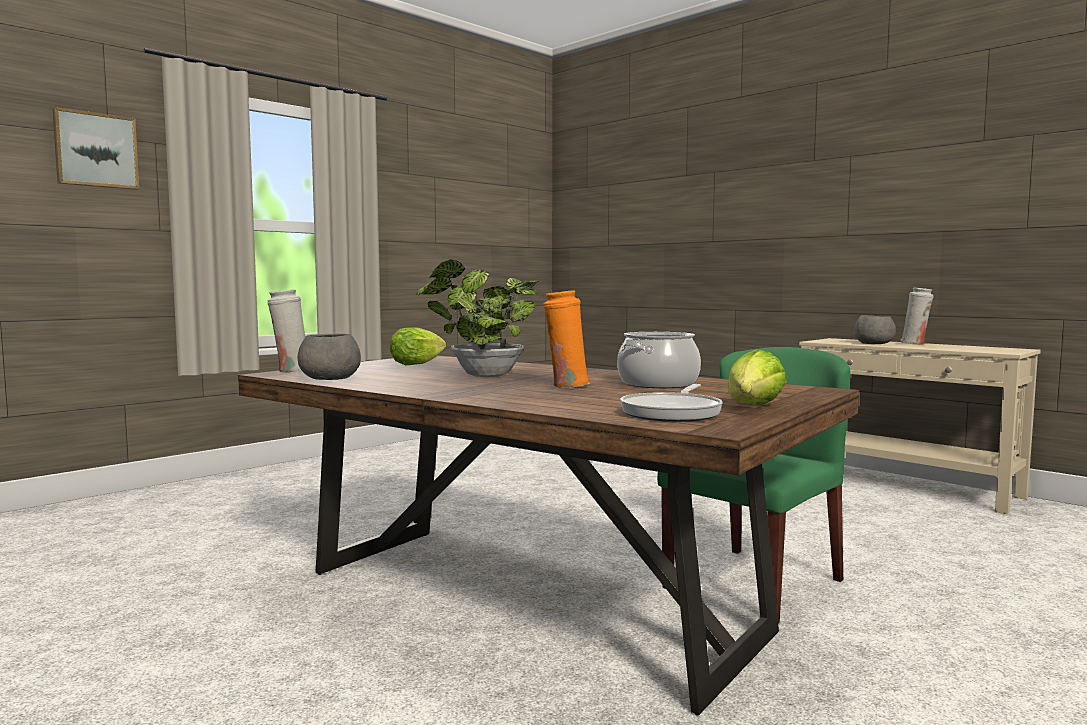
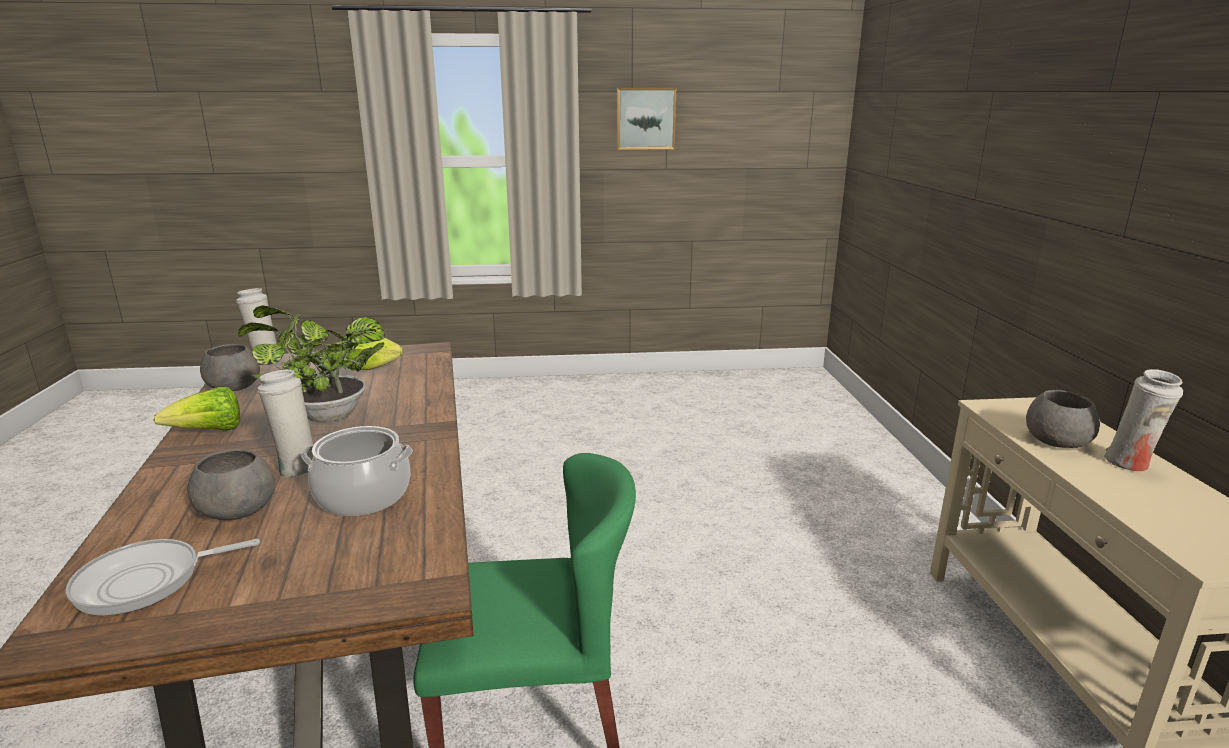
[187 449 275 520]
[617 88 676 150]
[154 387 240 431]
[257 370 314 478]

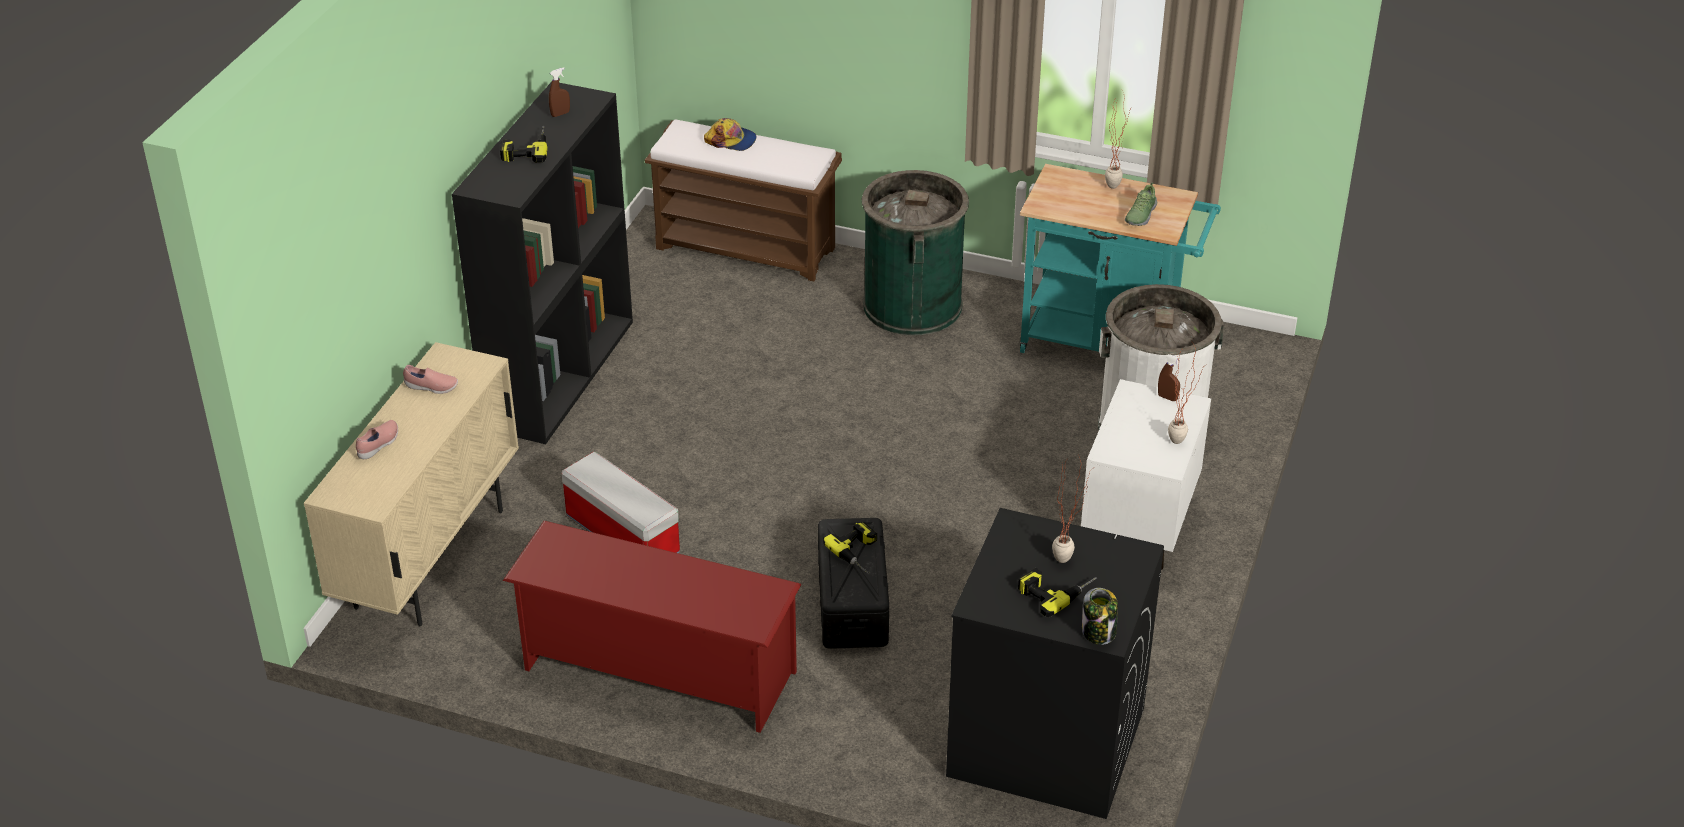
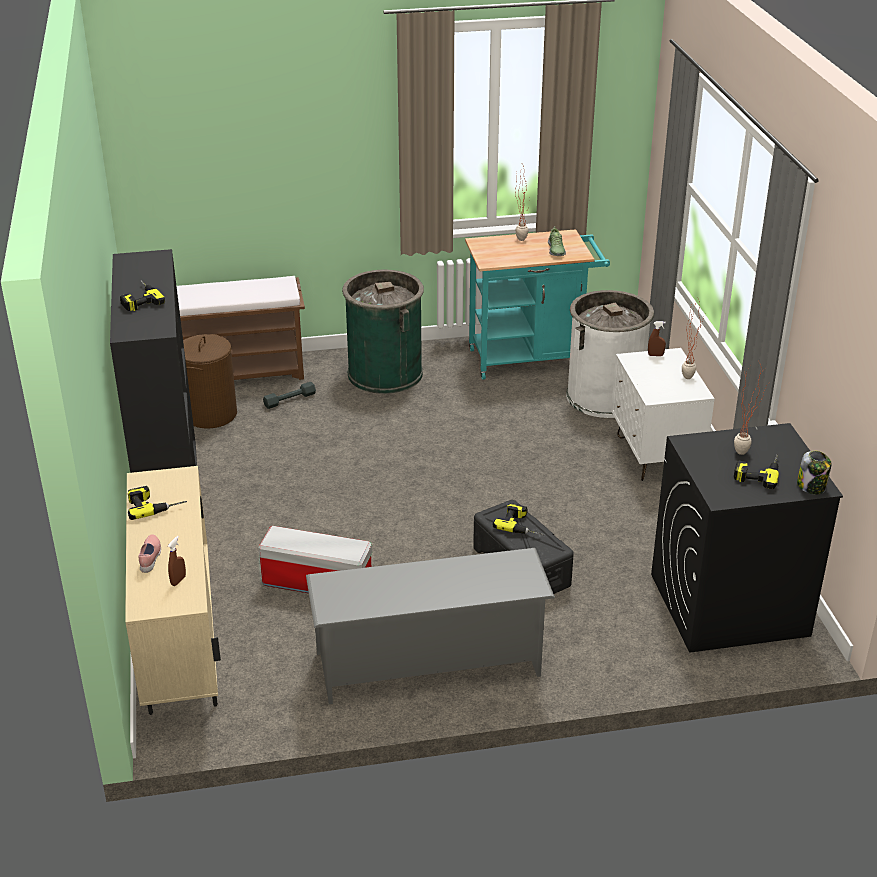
[704 118 756 151] (first image)
[183 334 237 429]
[263 382 316 409]
[168 536 186 586]
[128 486 187 520]
[306 548 555 704]

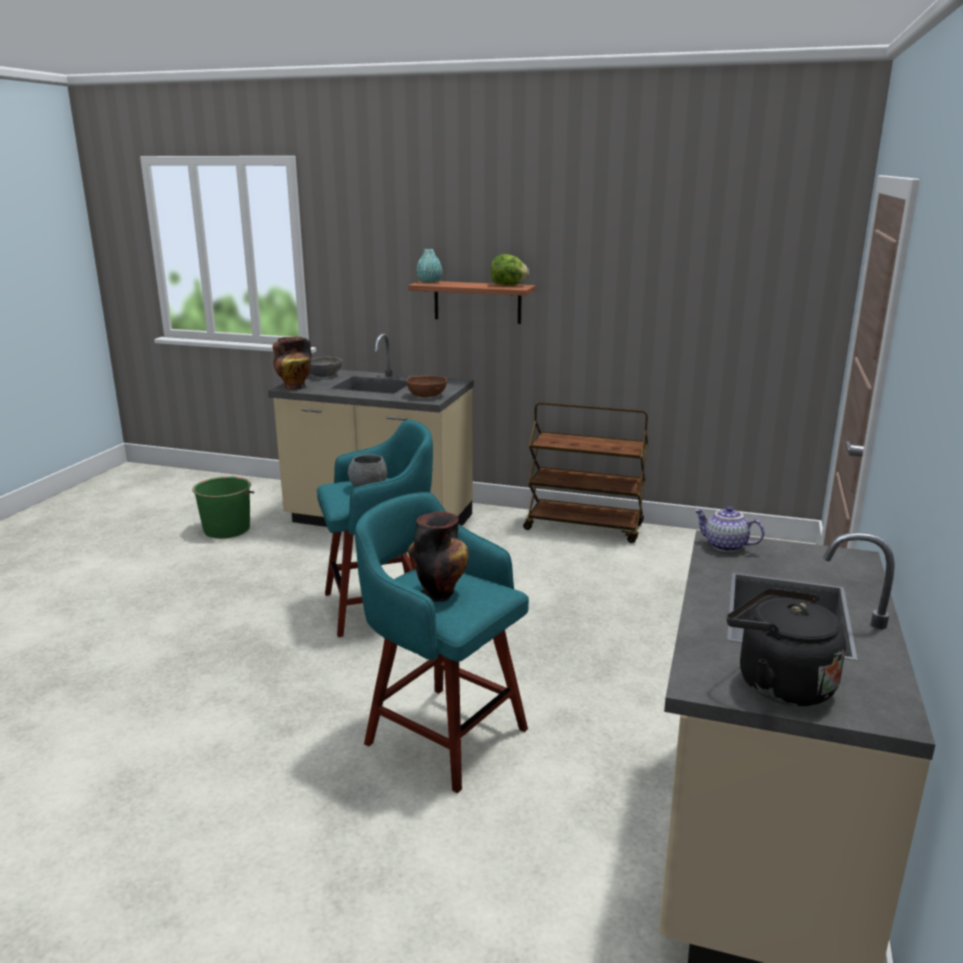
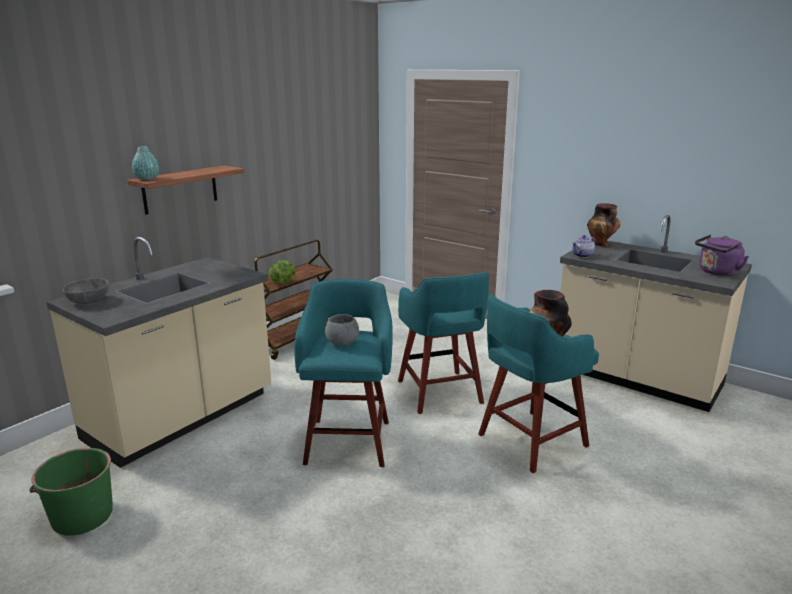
[406 376 447 398] (first image)
[398 272 489 414]
[587 203 621 246]
[268 260 296 284]
[695 235 749 276]

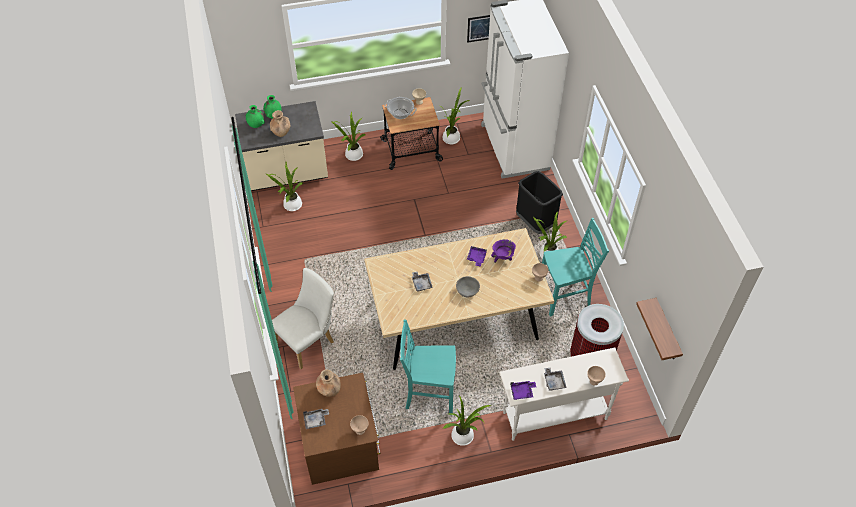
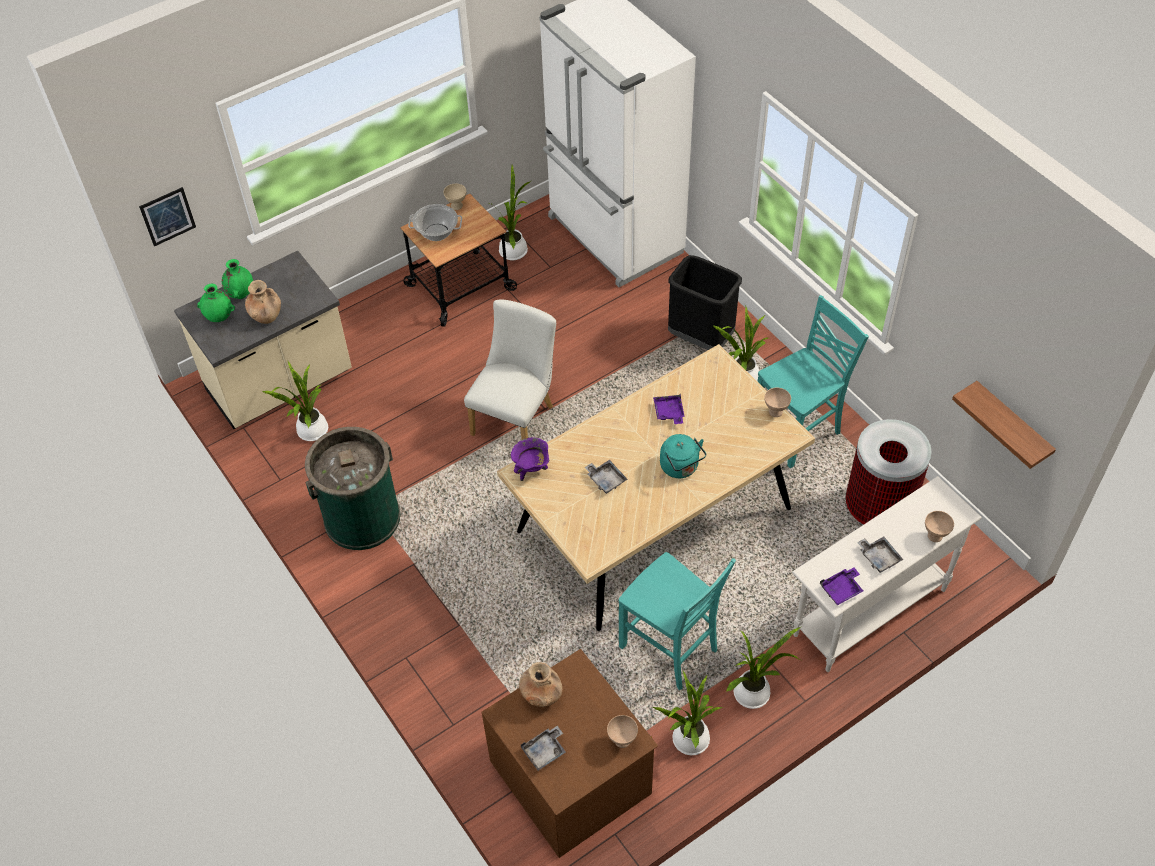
[305 427 401 550]
[464 300 556 440]
[652 671 723 755]
[139 187 196 247]
[511 438 550 481]
[660 434 706 478]
[619 552 736 690]

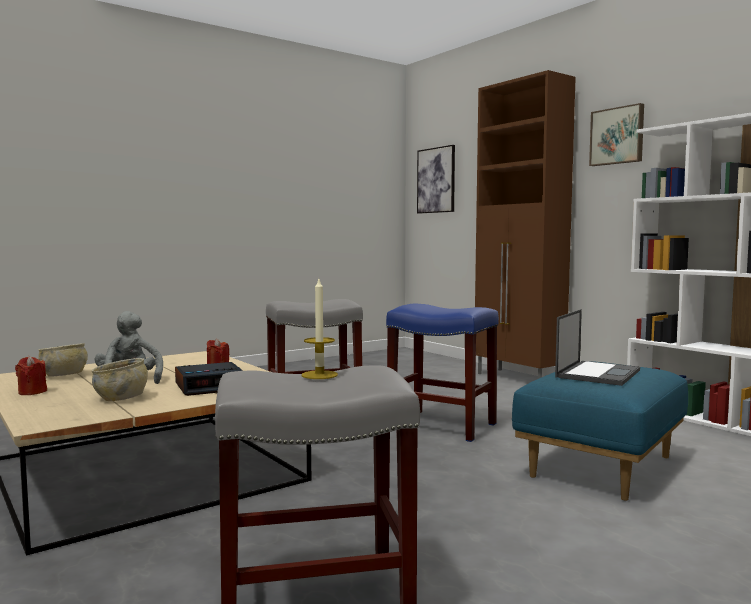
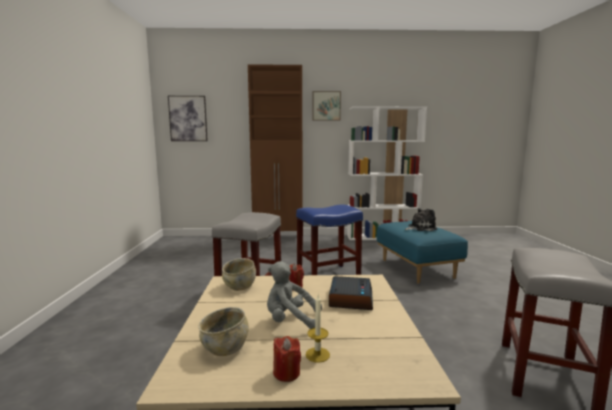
[222 258 256 291]
[306 295 330 363]
[405 208 437 231]

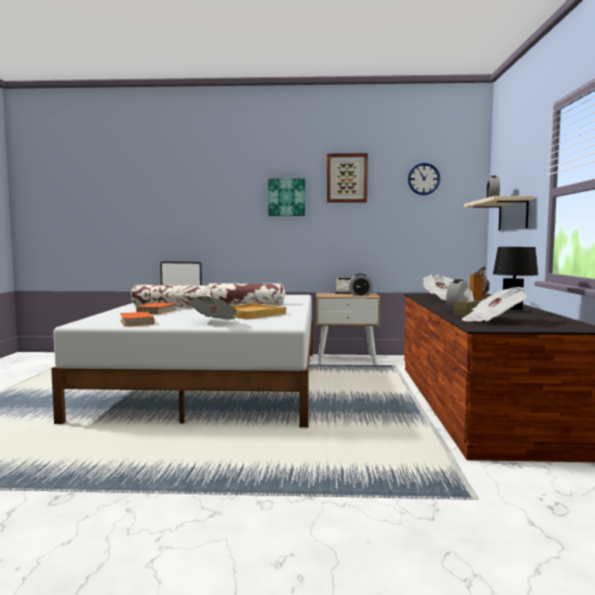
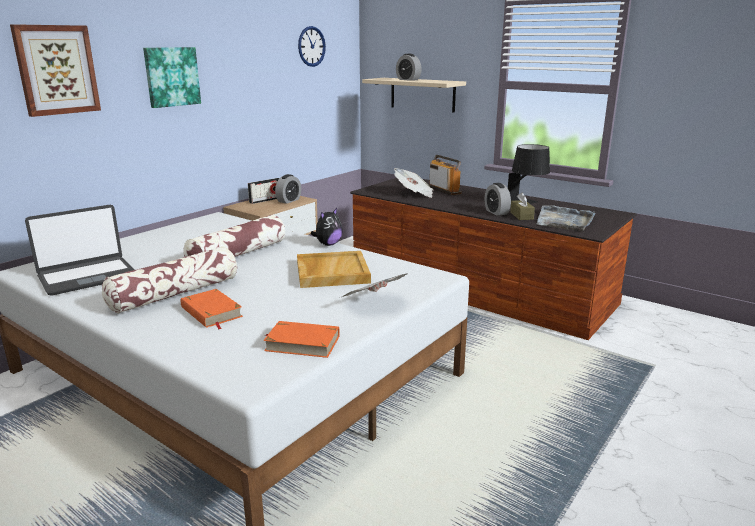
[311 208 343 246]
[10 24 101 117]
[537 205 596 231]

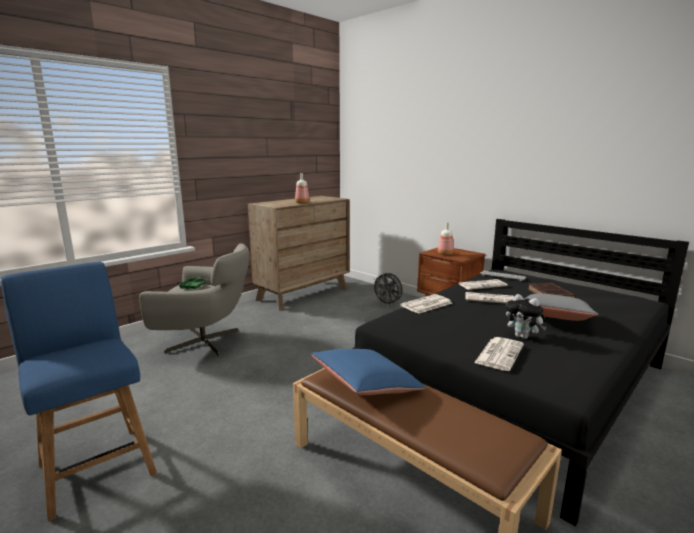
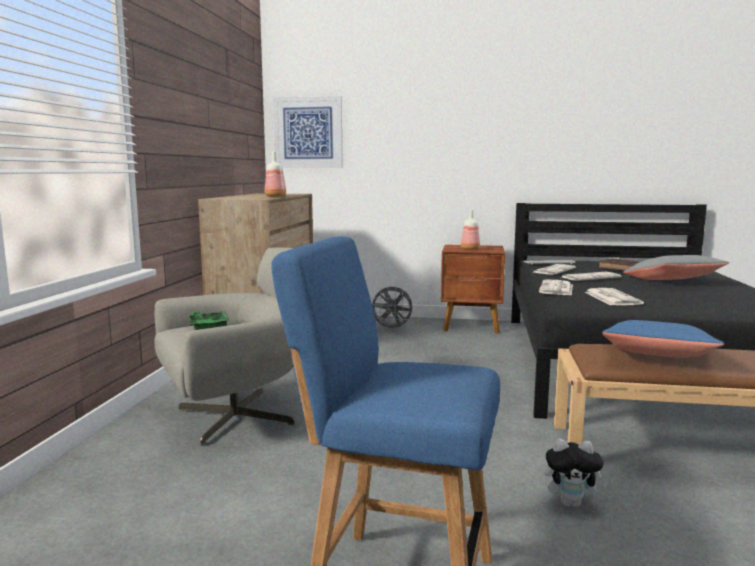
[273 96 343 168]
[585 288 644 305]
[544 439 609 507]

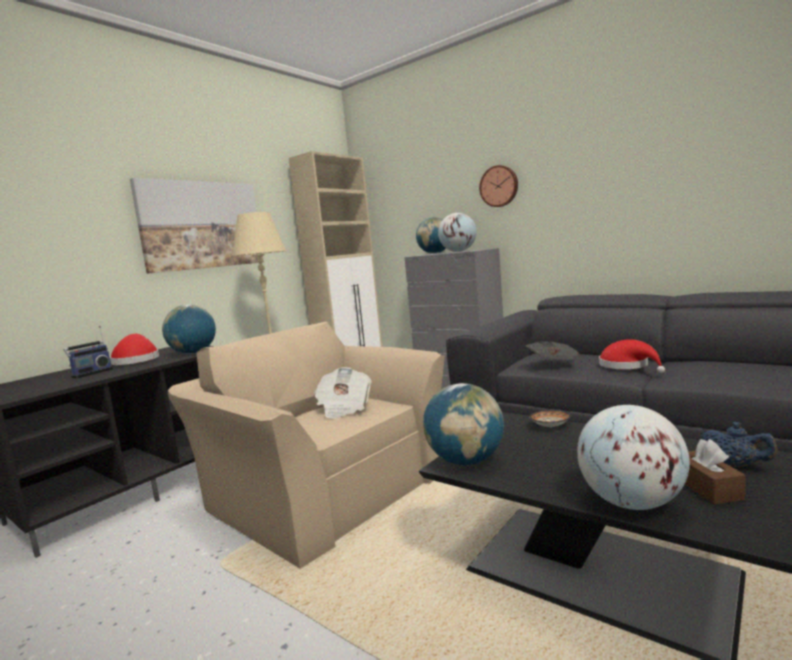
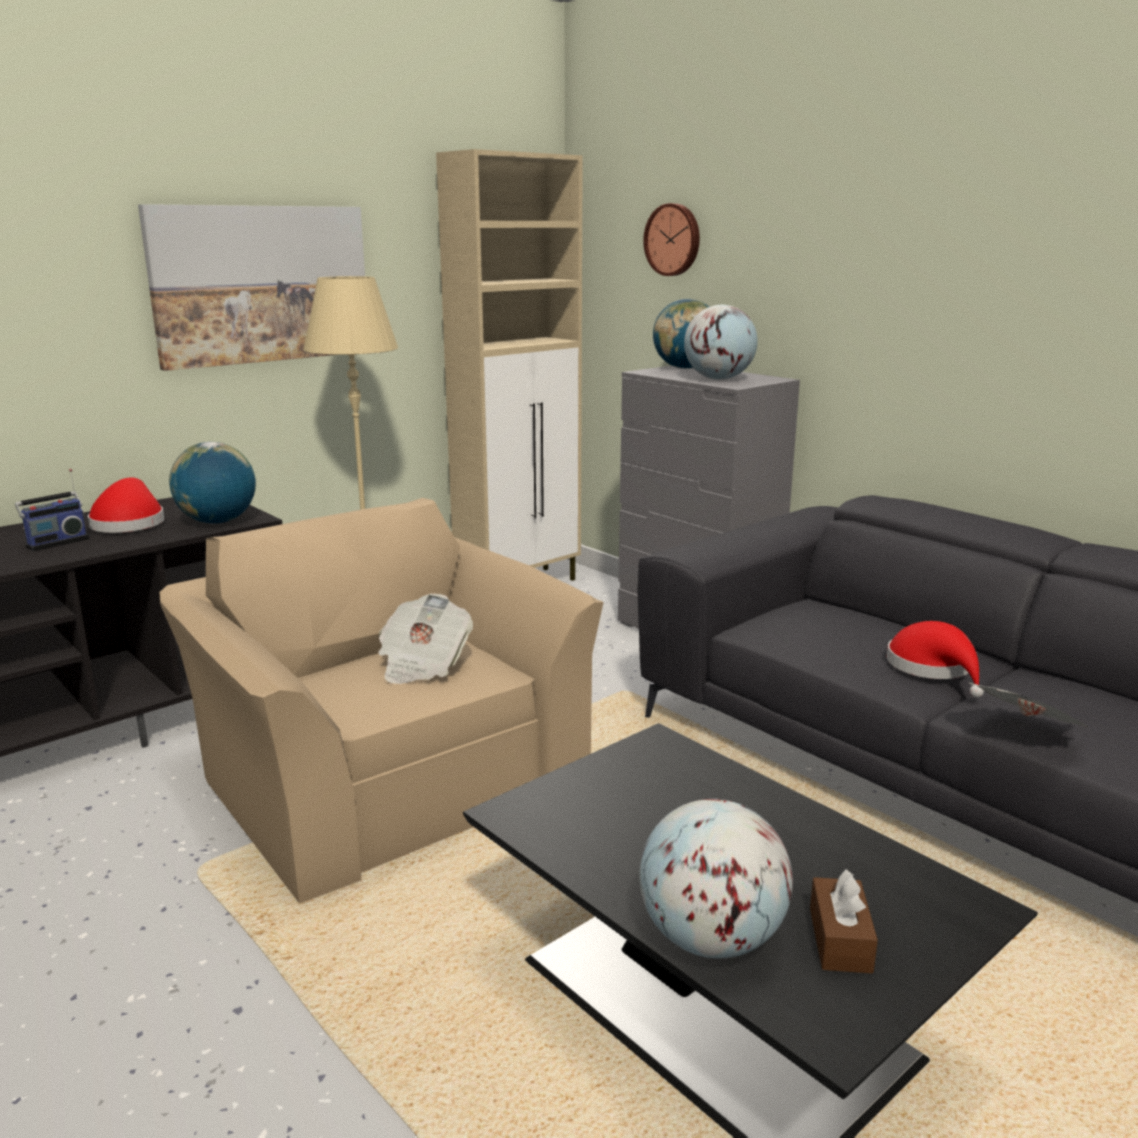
[423 383 504 465] (first image)
[529 410 571 427] (first image)
[701 422 778 467] (first image)
[643 203 700 276]
[970 683 1088 728]

